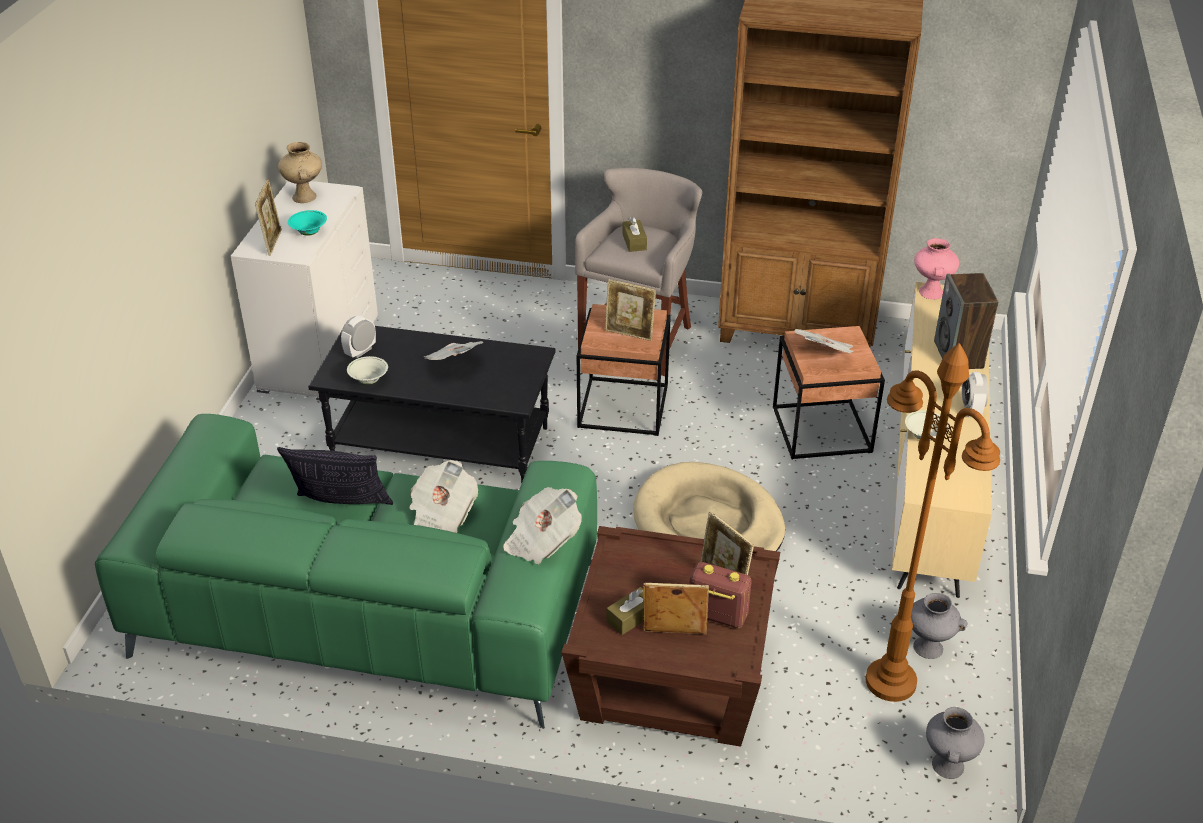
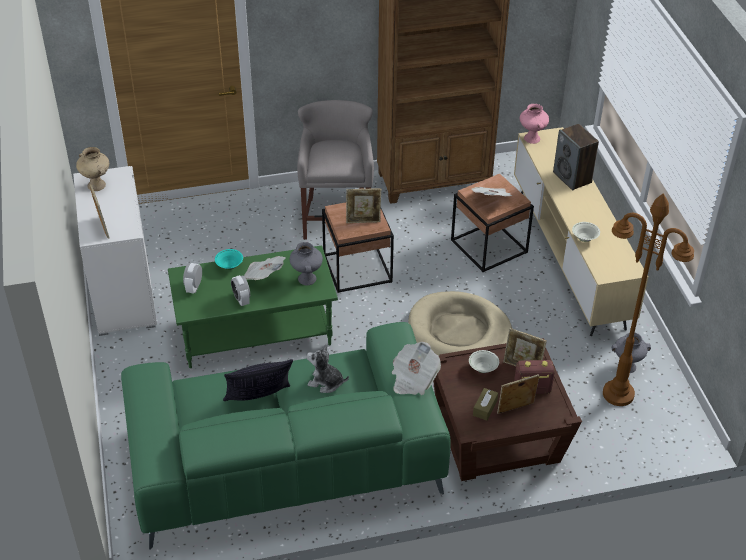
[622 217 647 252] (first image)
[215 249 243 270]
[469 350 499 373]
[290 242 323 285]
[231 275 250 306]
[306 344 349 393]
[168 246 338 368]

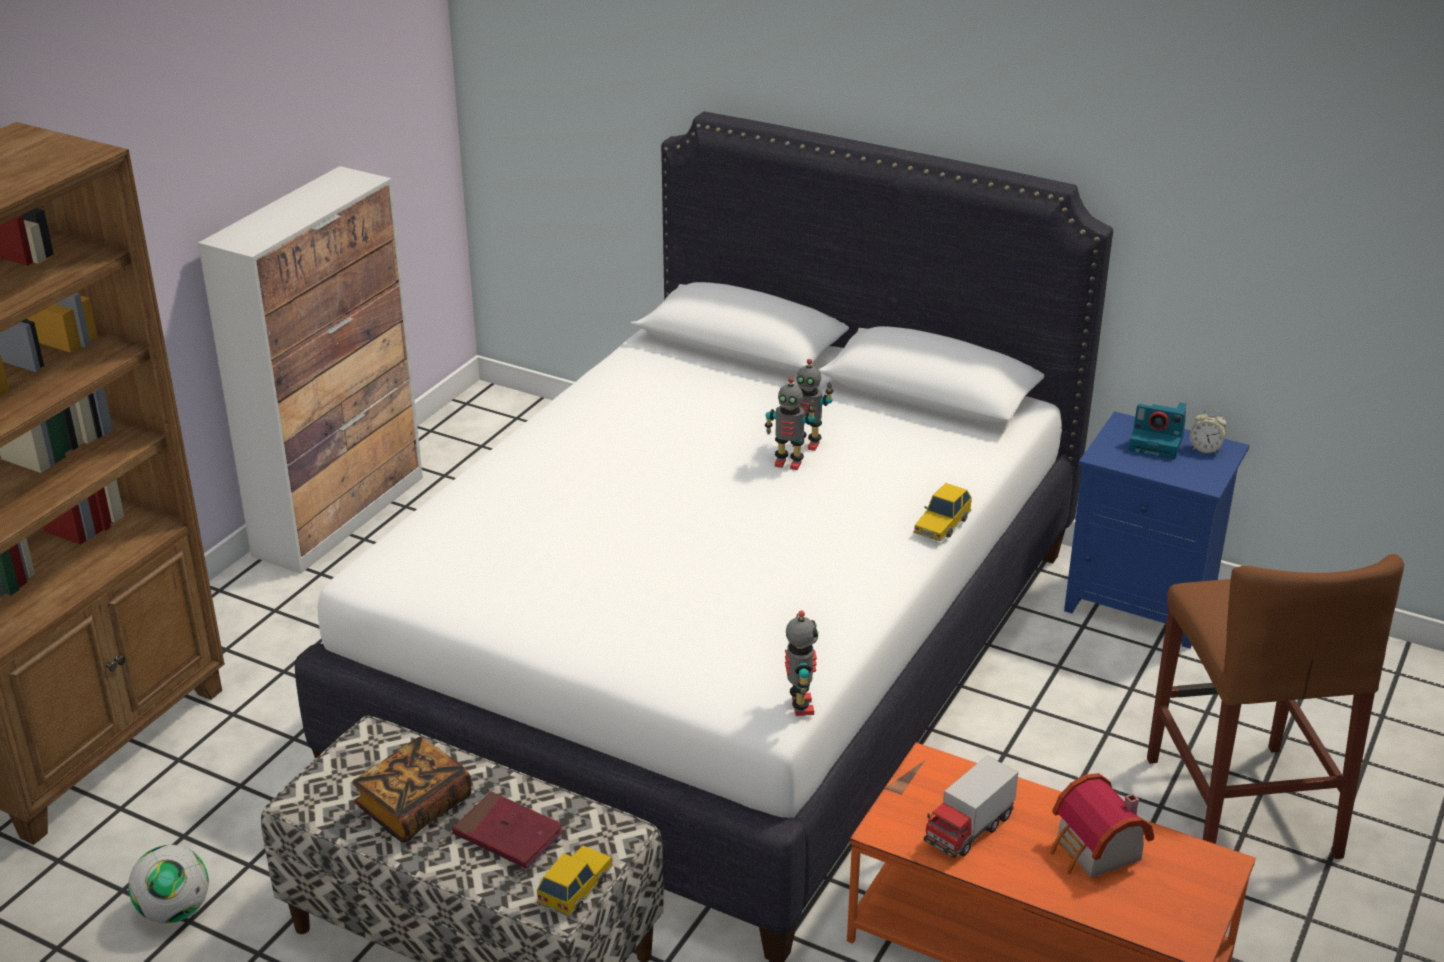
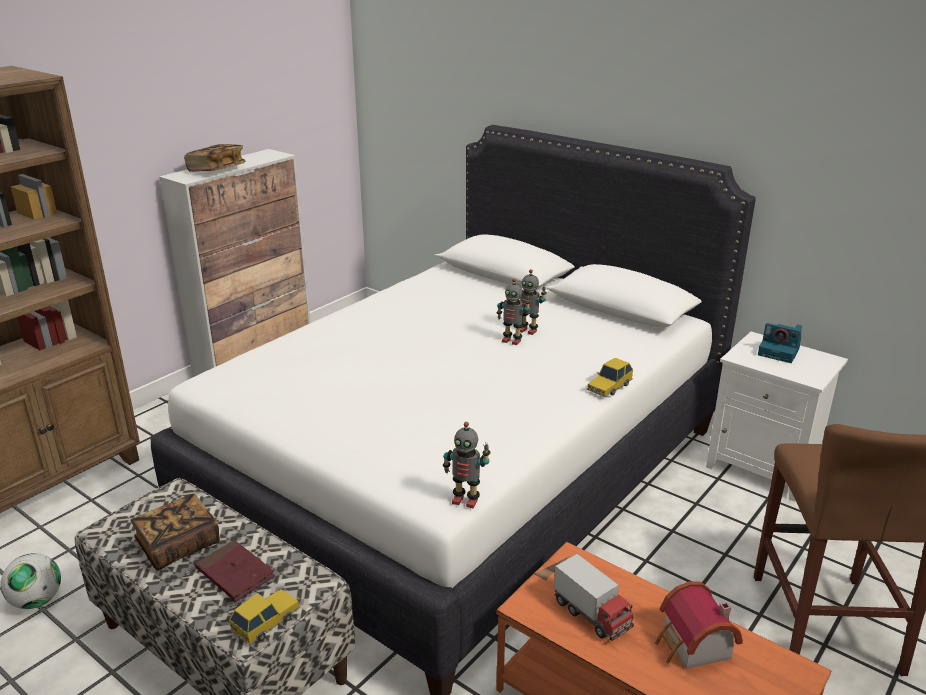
[1190 409 1227 454] (first image)
[184 144 245 172]
[706 332 848 502]
[443 422 490 508]
[554 554 634 641]

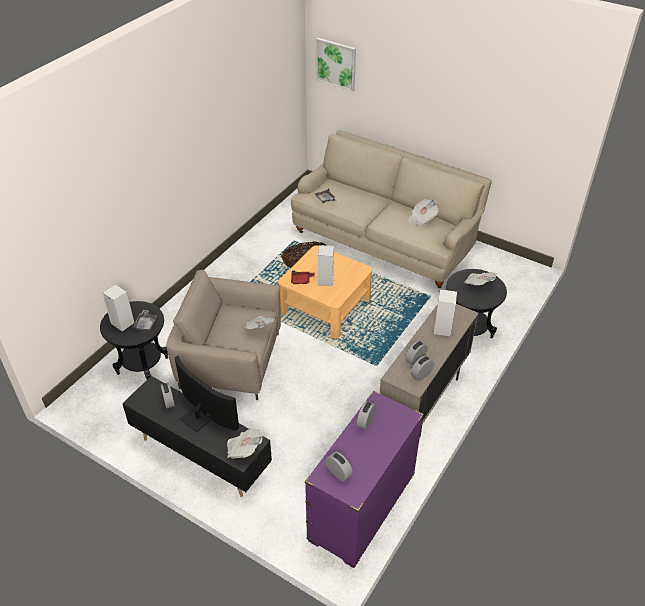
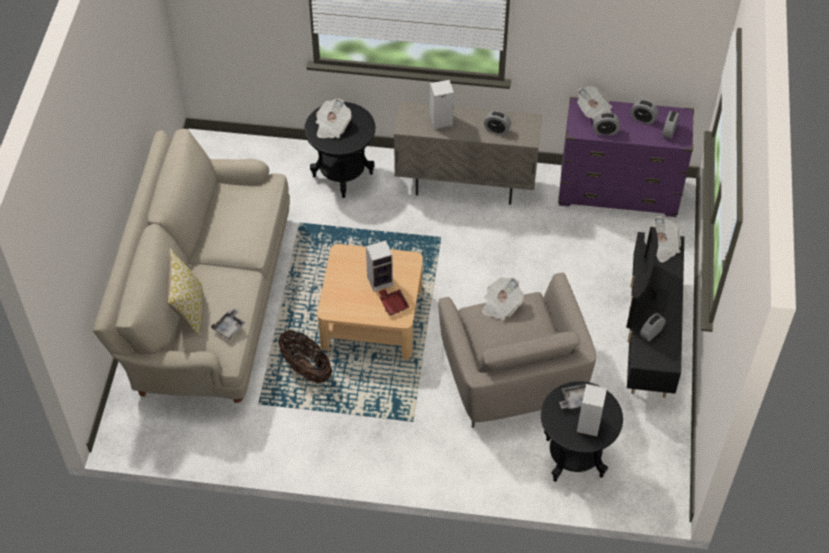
[316 38 356 92] (first image)
[167 249 203 336]
[577 86 612 120]
[631 100 658 125]

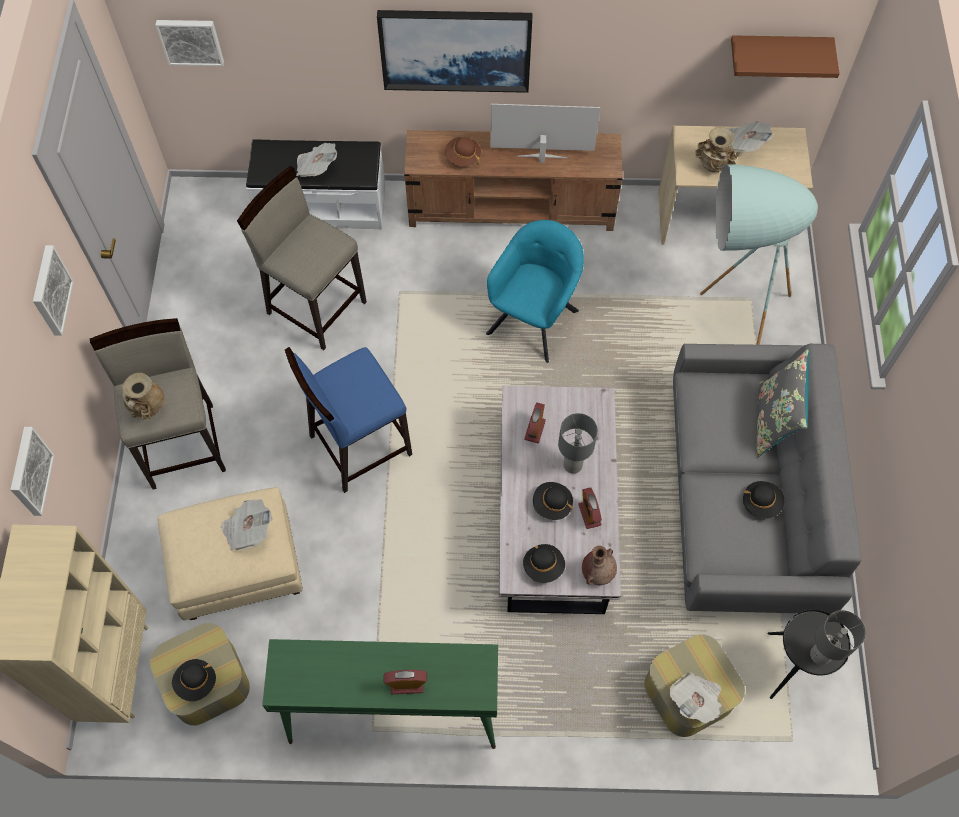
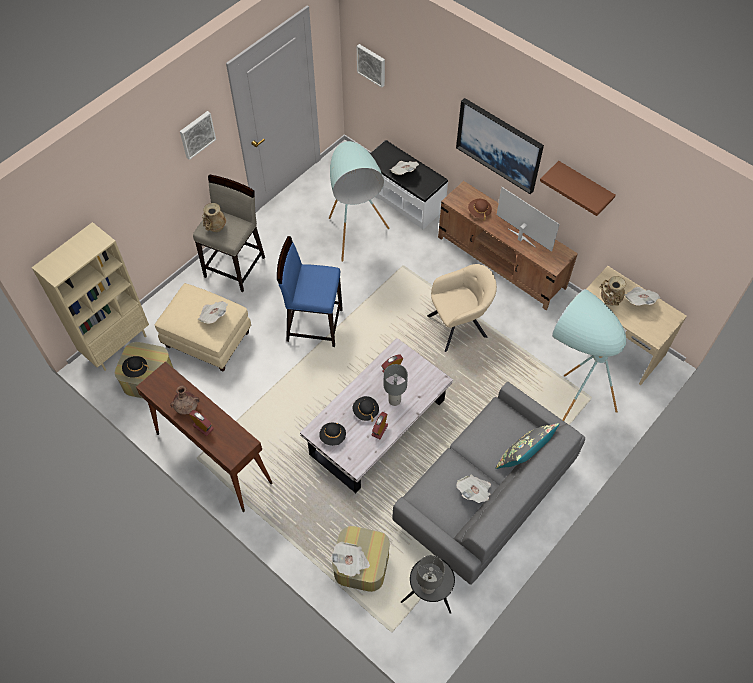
[10 427 54 516] (first image)
[170 386 200 415]
[540 161 616 216]
[329 141 390 262]
[457 475 491 503]
[136 361 272 512]
[427 264 497 352]

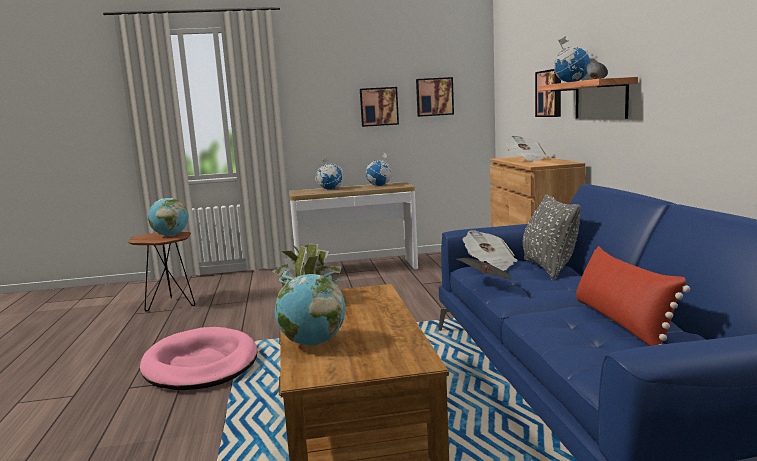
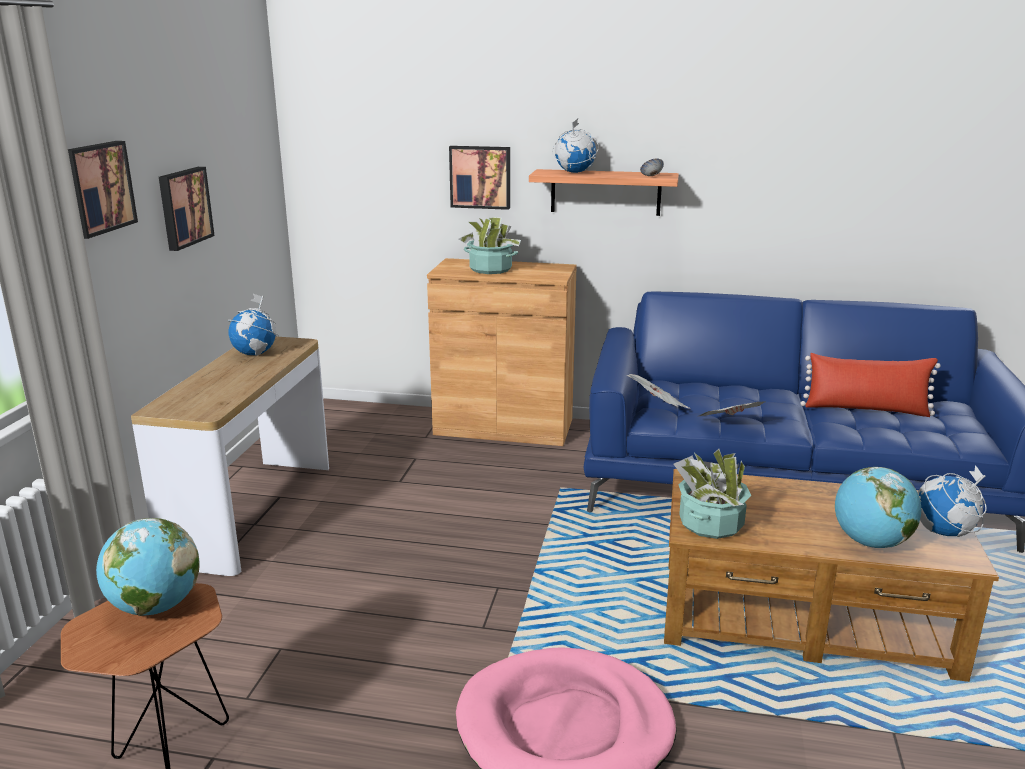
[523 194 581 279] (first image)
[918 465 987 537]
[68 141 138 239]
[459 217 521 274]

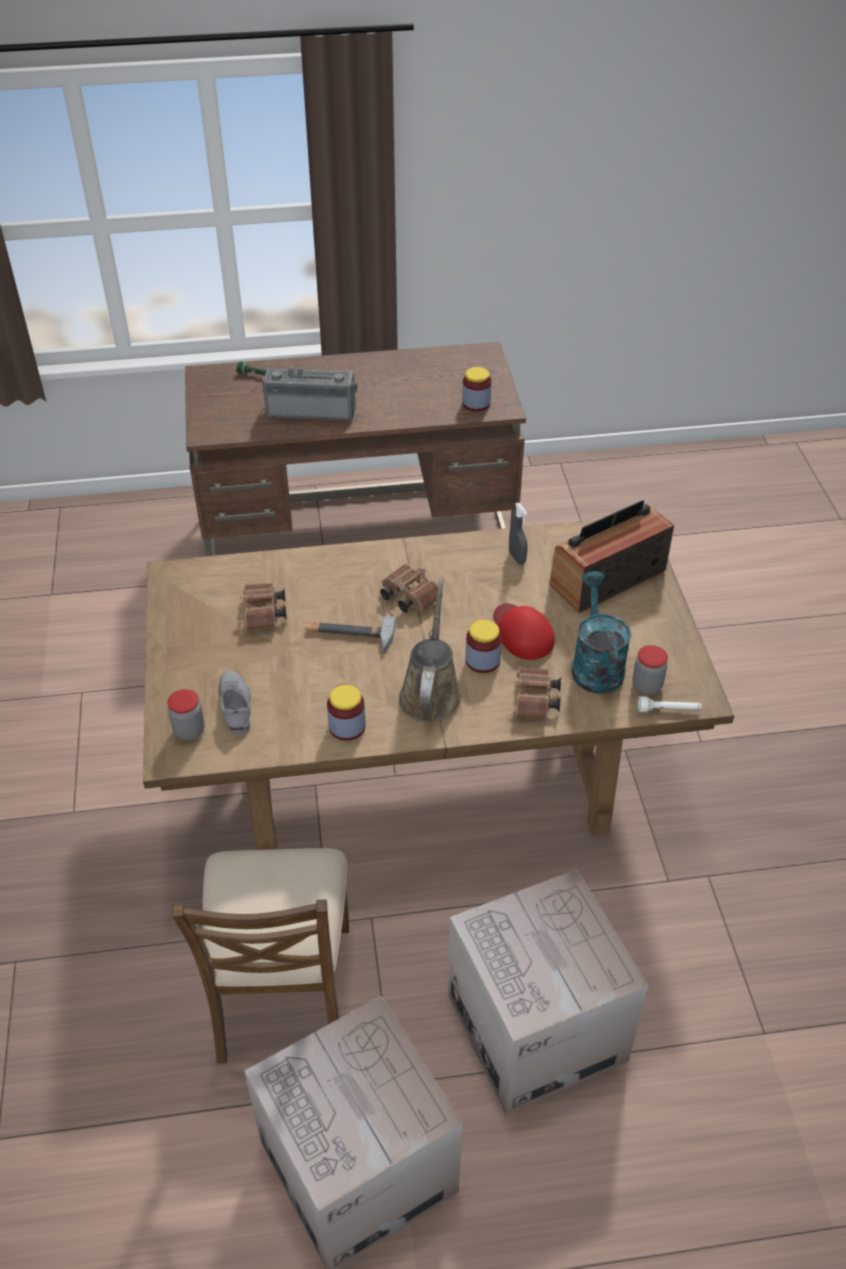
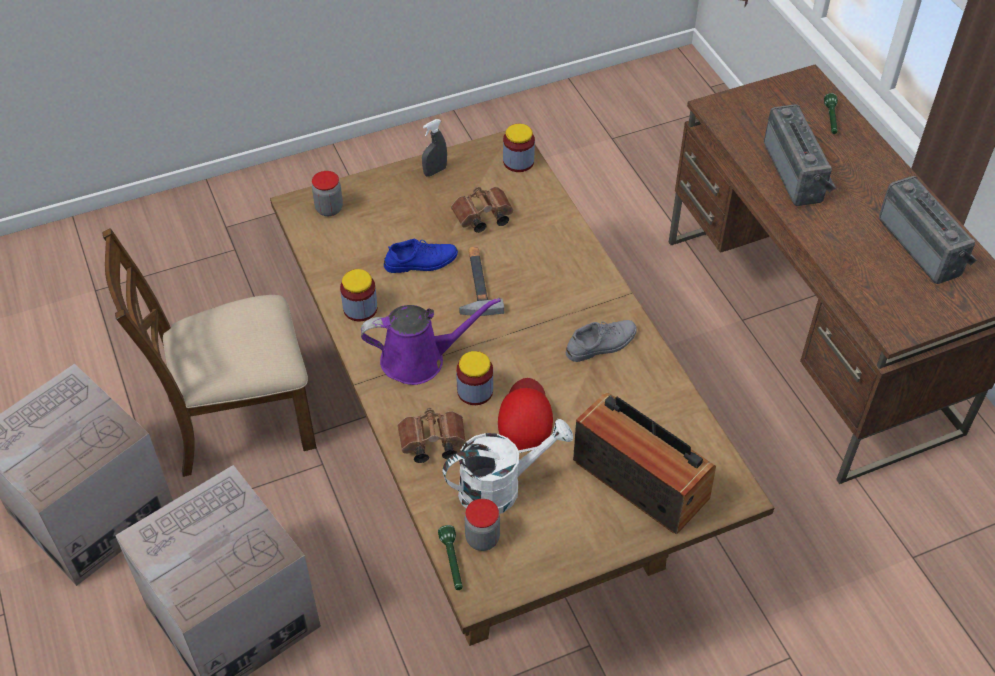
[380 564 443 613] (first image)
[384 239 458 273]
[879 176 977 284]
[566 320 637 362]
[503 124 535 172]
[422 119 447 177]
[361 298 501 385]
[443 419 573 514]
[438 525 462 590]
[498 378 553 450]

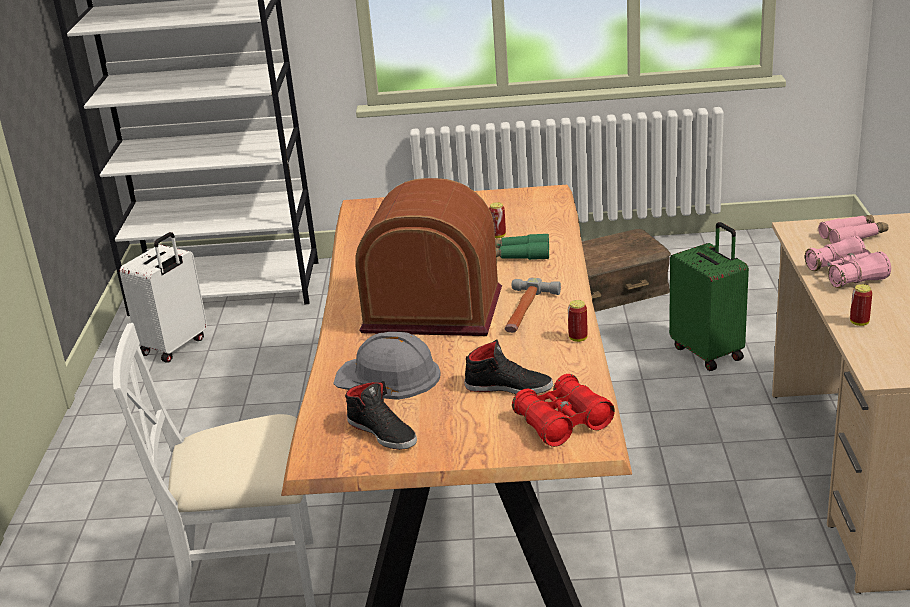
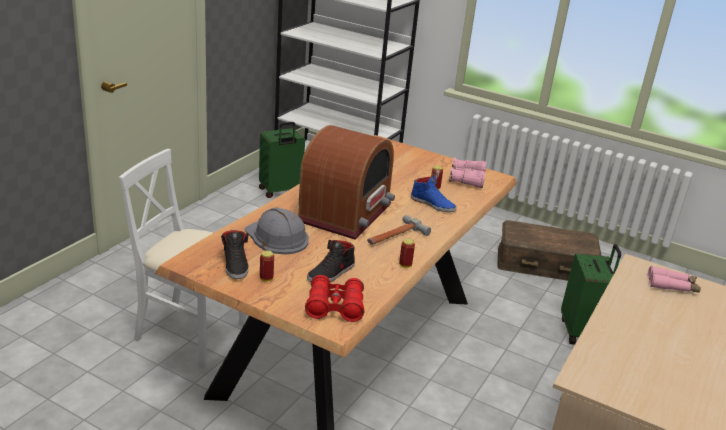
[449 157 487 188]
[260 250 274 282]
[411 176 456 212]
[259 122 305 198]
[298 125 395 239]
[307 240 355 282]

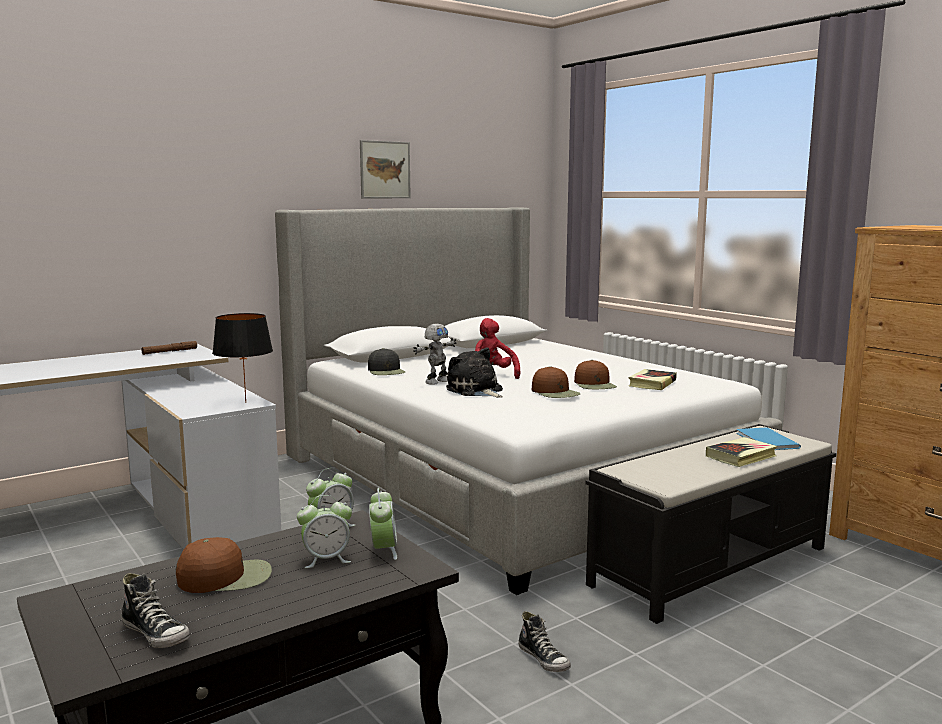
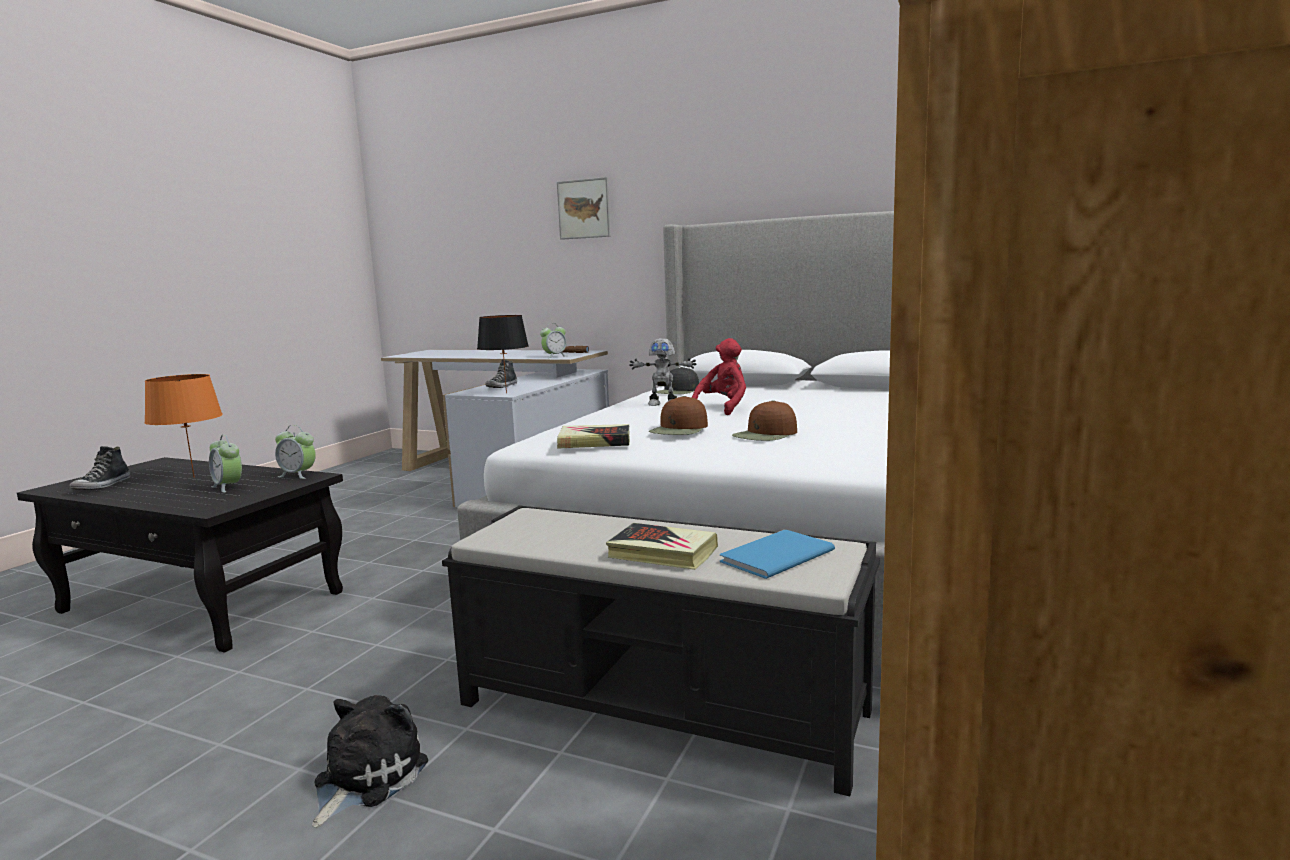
[557 177 611 240]
[540 323 567 358]
[312 695 428 828]
[485 359 517 388]
[557 424 630 449]
[144 374 223 478]

